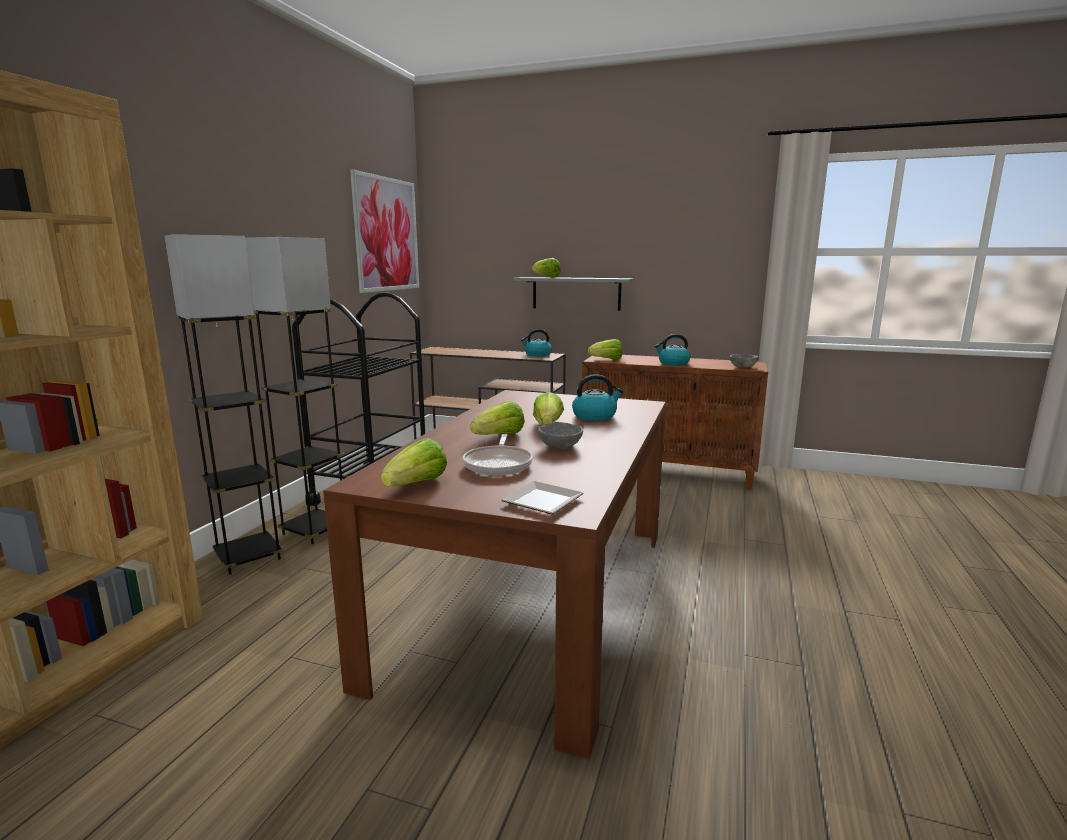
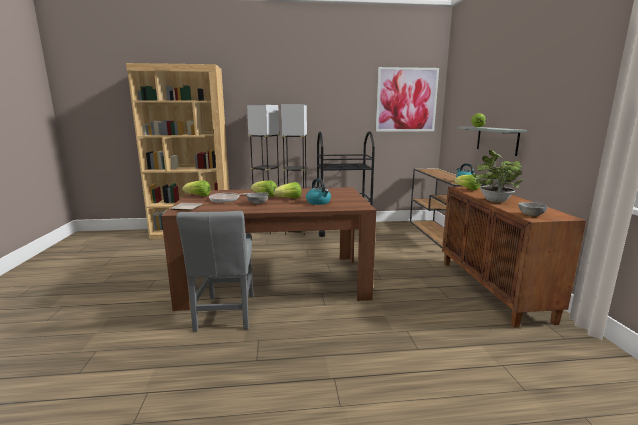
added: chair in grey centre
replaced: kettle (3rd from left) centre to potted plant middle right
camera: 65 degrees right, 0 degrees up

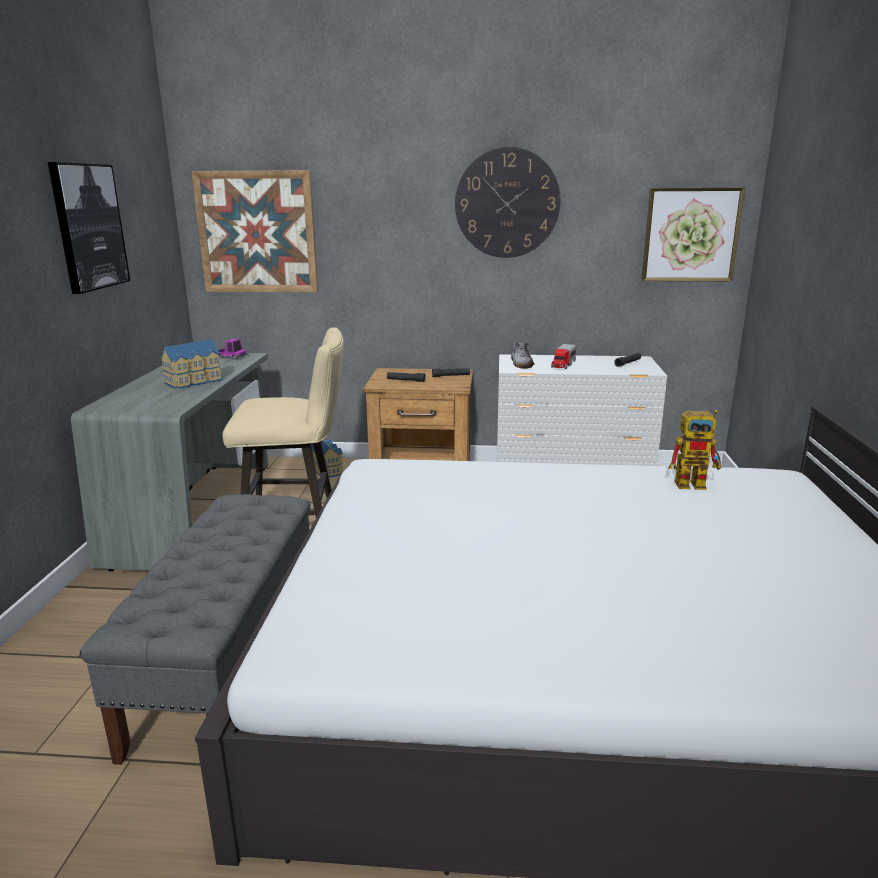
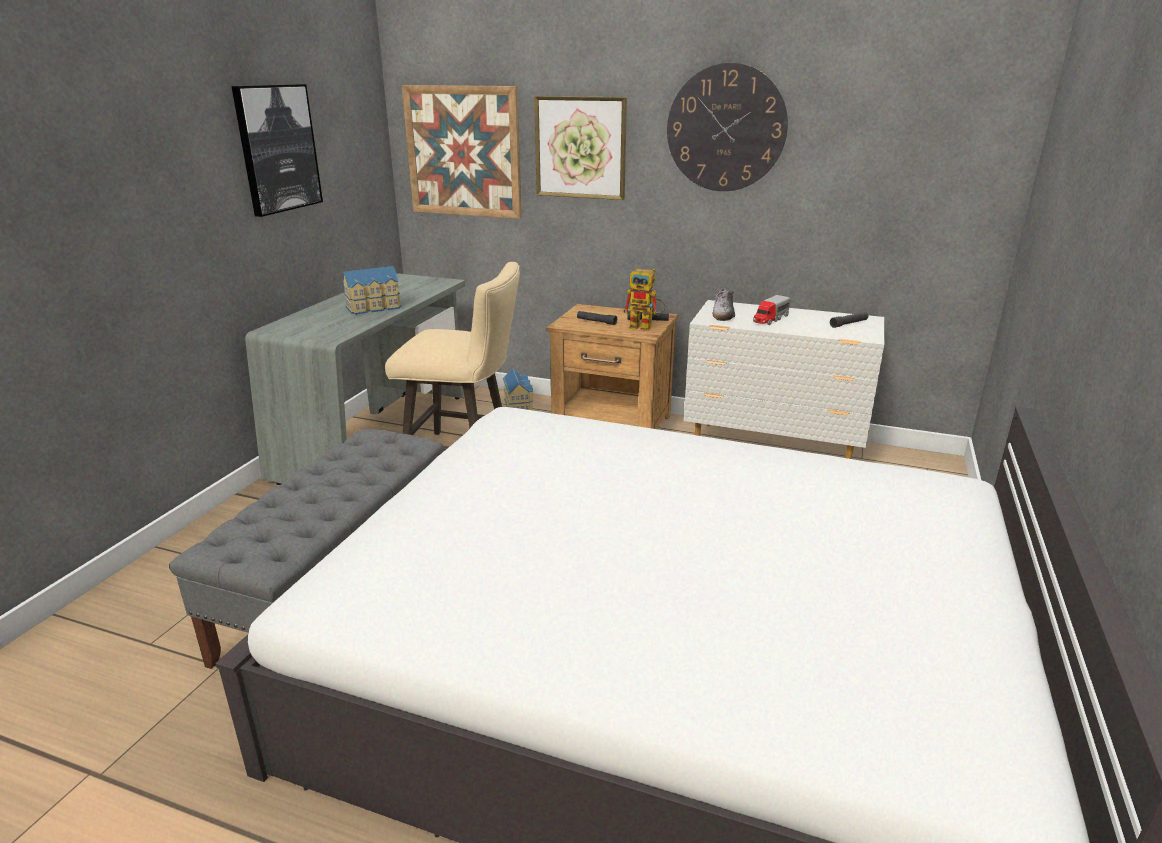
removed: toy truck (1st from left) middle left
moved: picture (3rd from left) top right to top centre; toy robot middle right to centre
camera: 15 degrees right, 5 degrees up

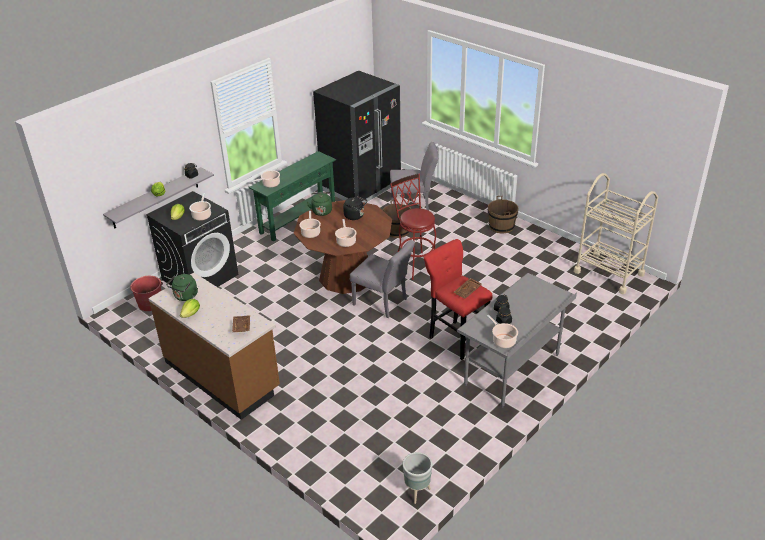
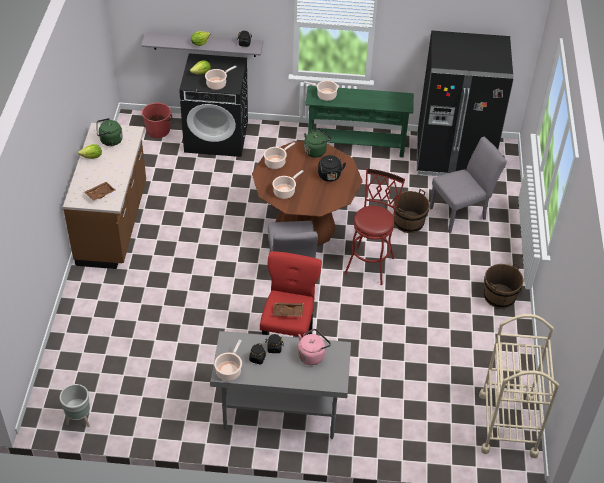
added: kettle in pink bottom centre
turned: chair in grey (2nd from left) top centre = middle right 75 degrees counterclockwise
camera: 50 degrees right, 10 degrees up

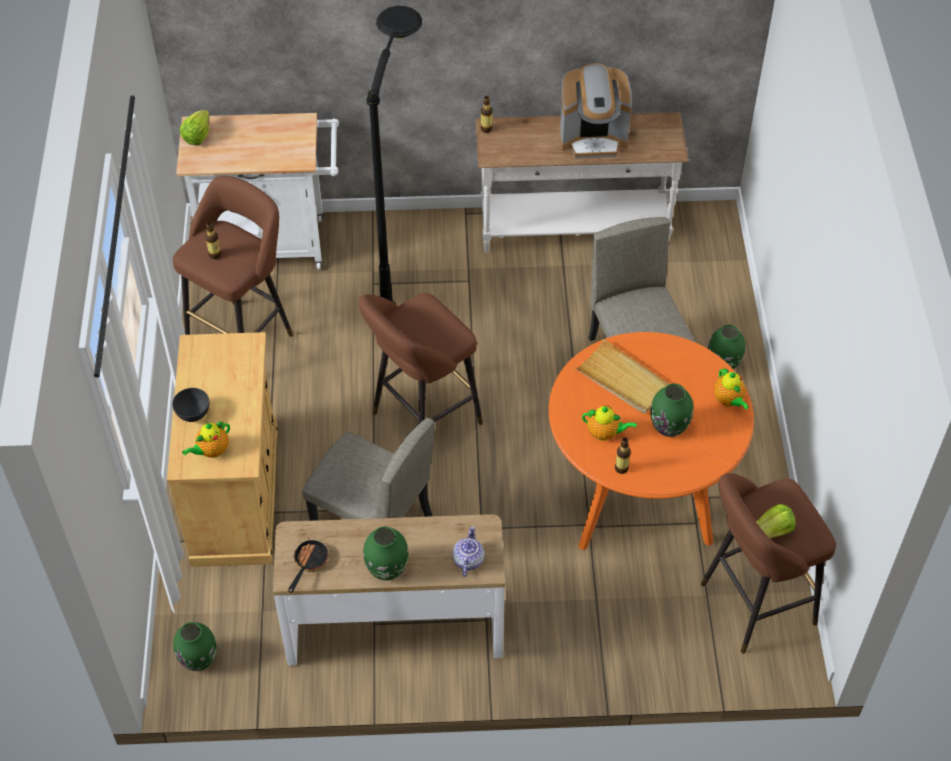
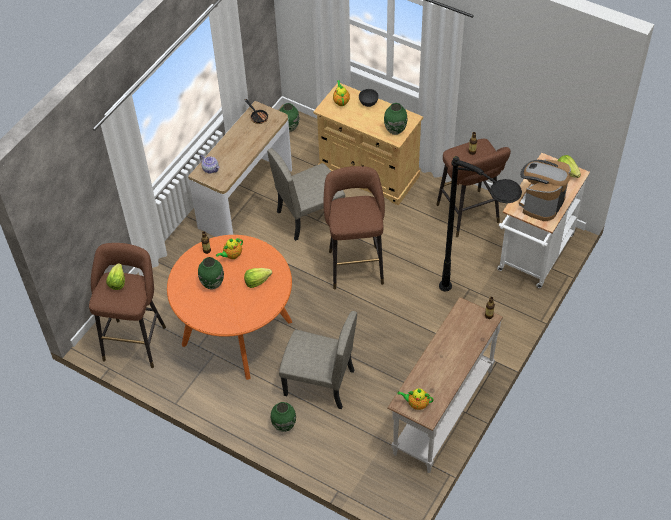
moved: vase in green (2nd from left in the first image) bottom centre to vase in green (4th from left) top centre; teapot (4th from left) middle right to bottom centre; coffee machine top centre to middle right
replaced: tray in beige centre to lettuce (2nd from left) centre
camera: 125 degrees right, 0 degrees up

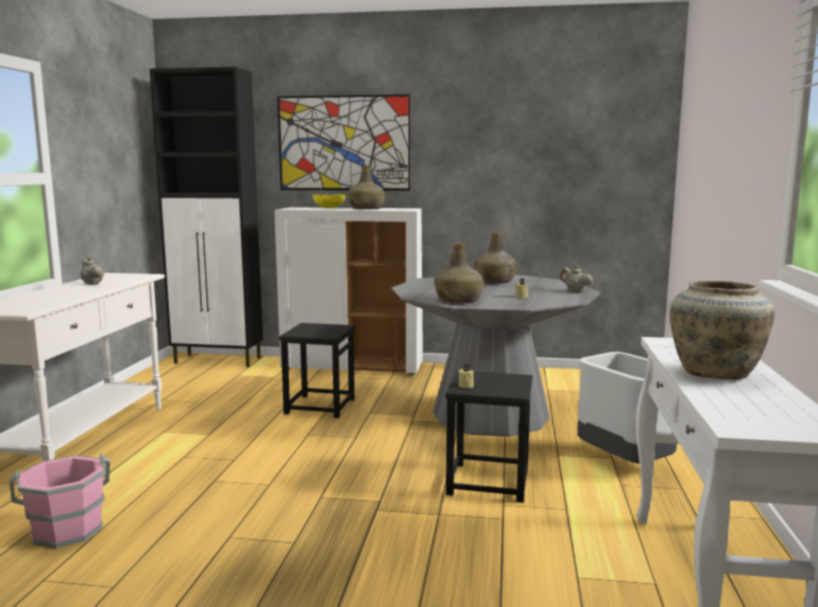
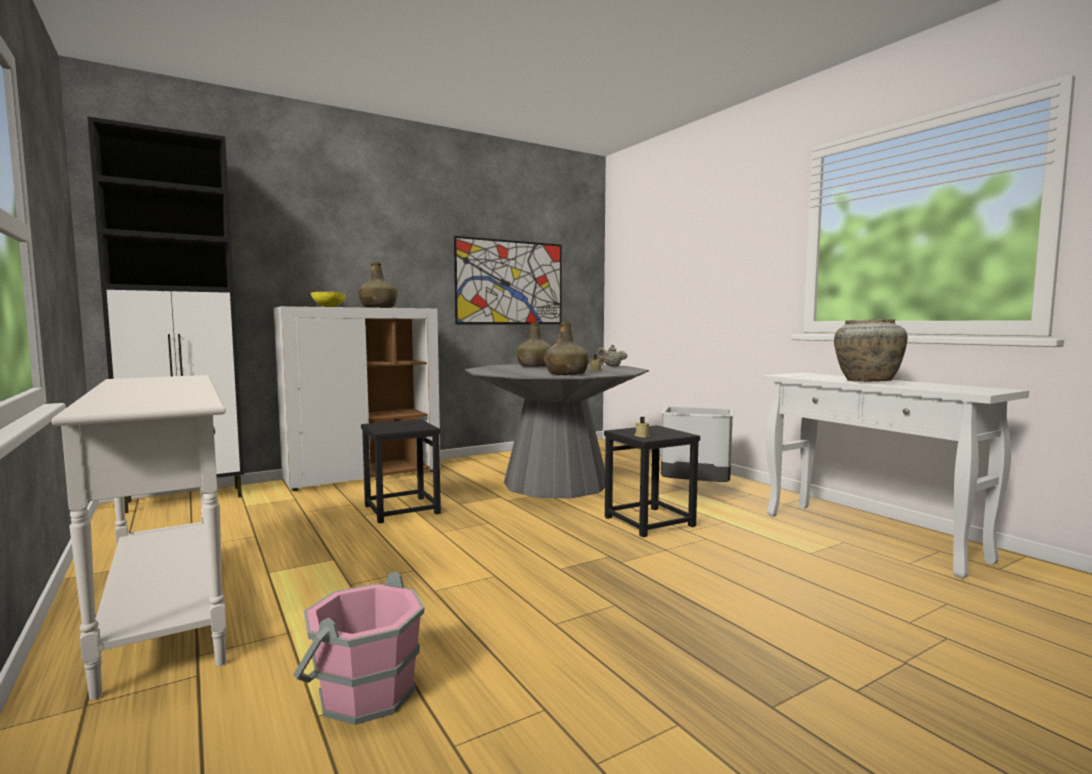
removed: teapot in beige (1st from left) middle left
moved: picture top centre to centre
camera: 40 degrees left, 5 degrees down

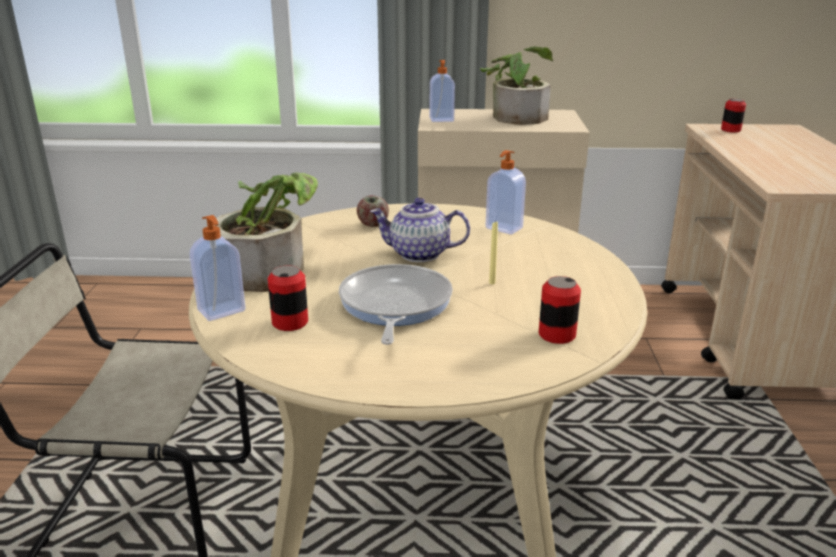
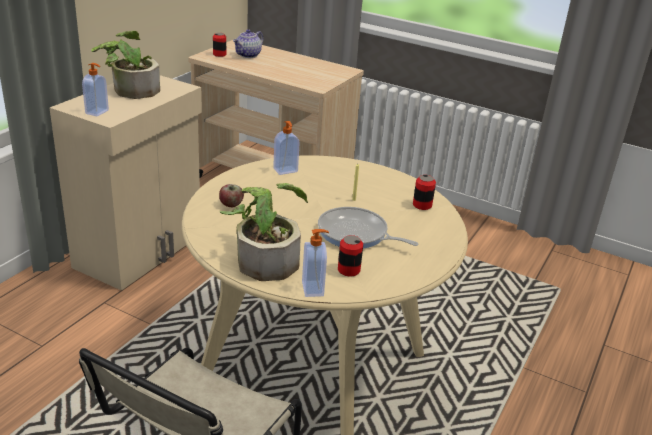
moved: teapot centre to top centre
camera: 65 degrees left, 5 degrees up

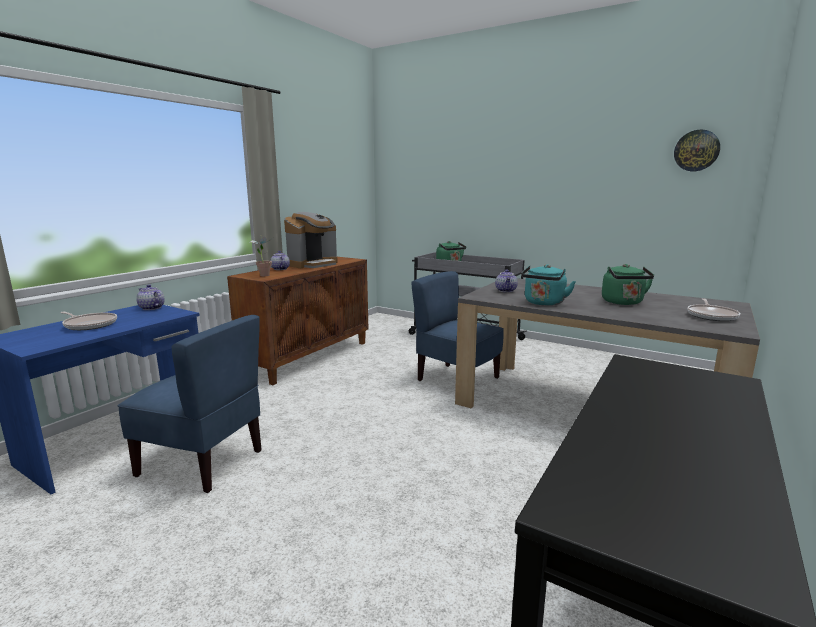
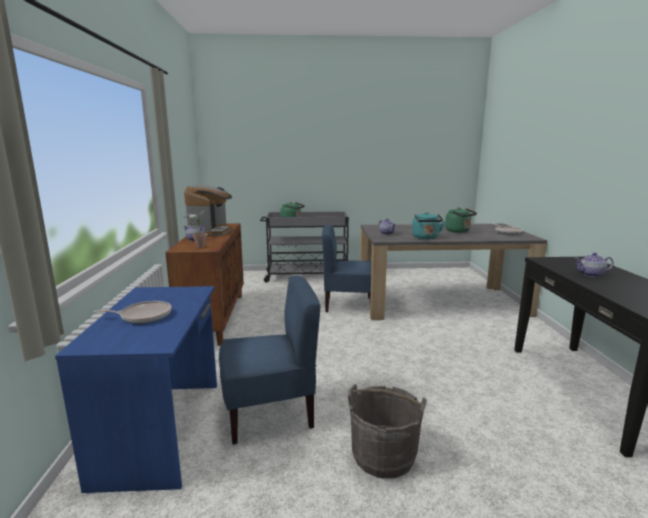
removed: wall clock top right
added: bucket in grey bottom centre
moved: teapot (1st from left in the first image) middle left to teapot (3rd from left) middle right
camera: 35 degrees left, 0 degrees up

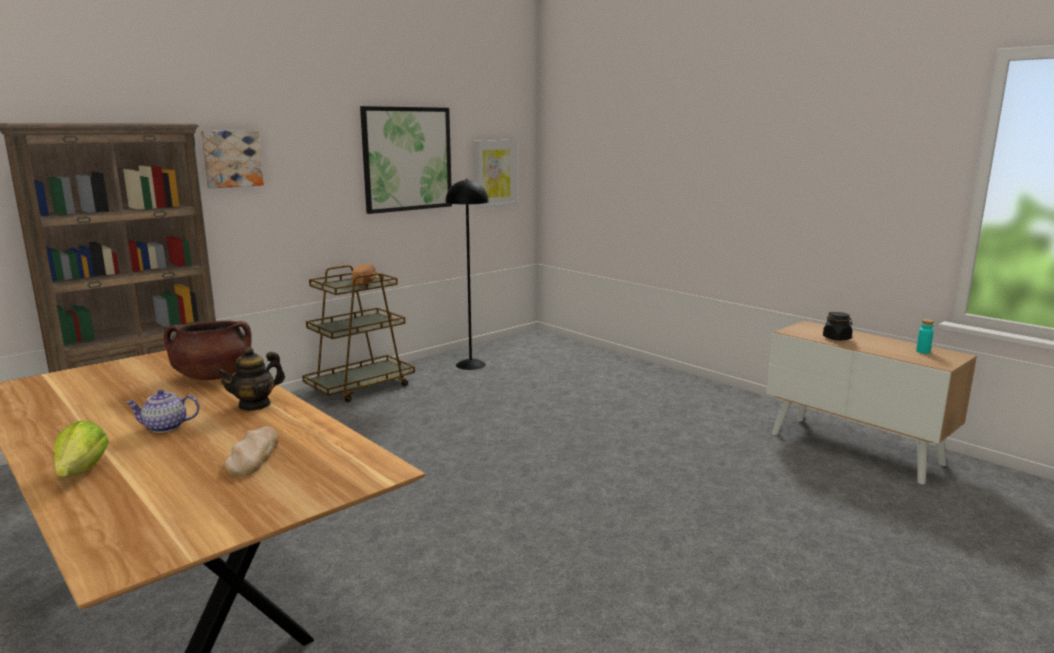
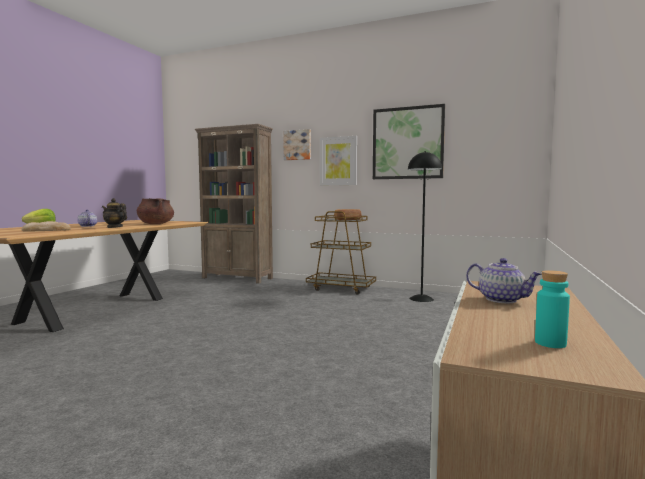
moved: picture (3rd from left in the first image) top centre to picture (2nd from left) centre
replaced: jar in black middle right to teapot (3rd from left) middle right
camera: 65 degrees right, 10 degrees down

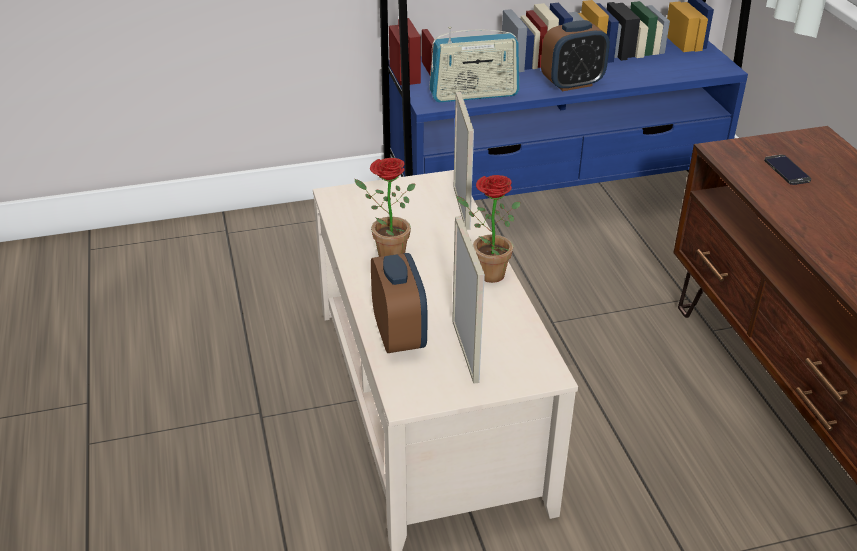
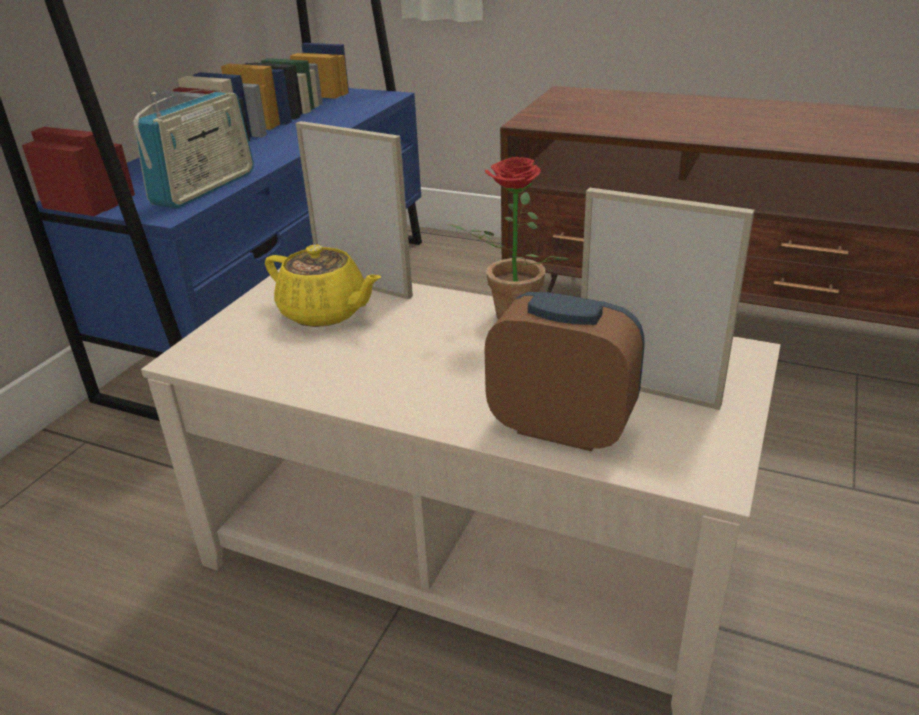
removed: potted plant (1st from left) centre; alarm clock (2nd from left) top right; phone top right
added: teapot in yellow centre
camera: 50 degrees left, 5 degrees down

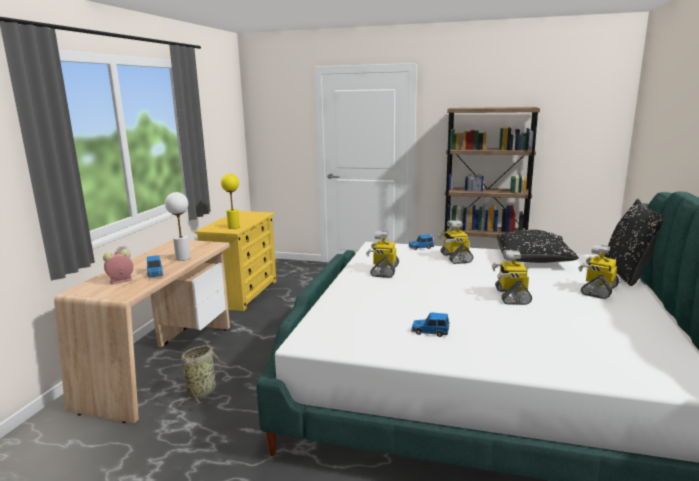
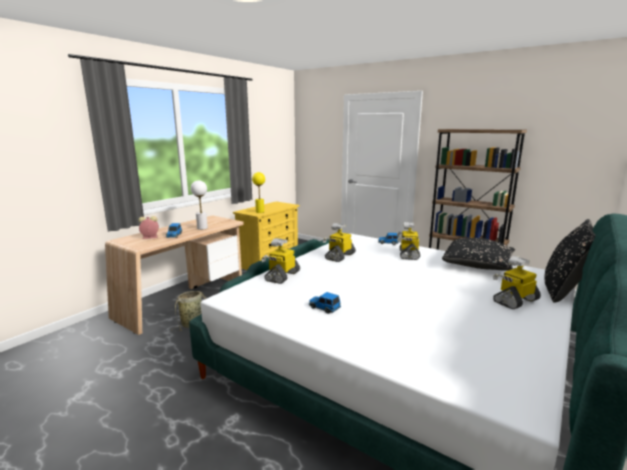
moved: toy robot (3rd from left in the first image) middle right to toy robot (1st from left) centre
camera: 20 degrees right, 0 degrees up

